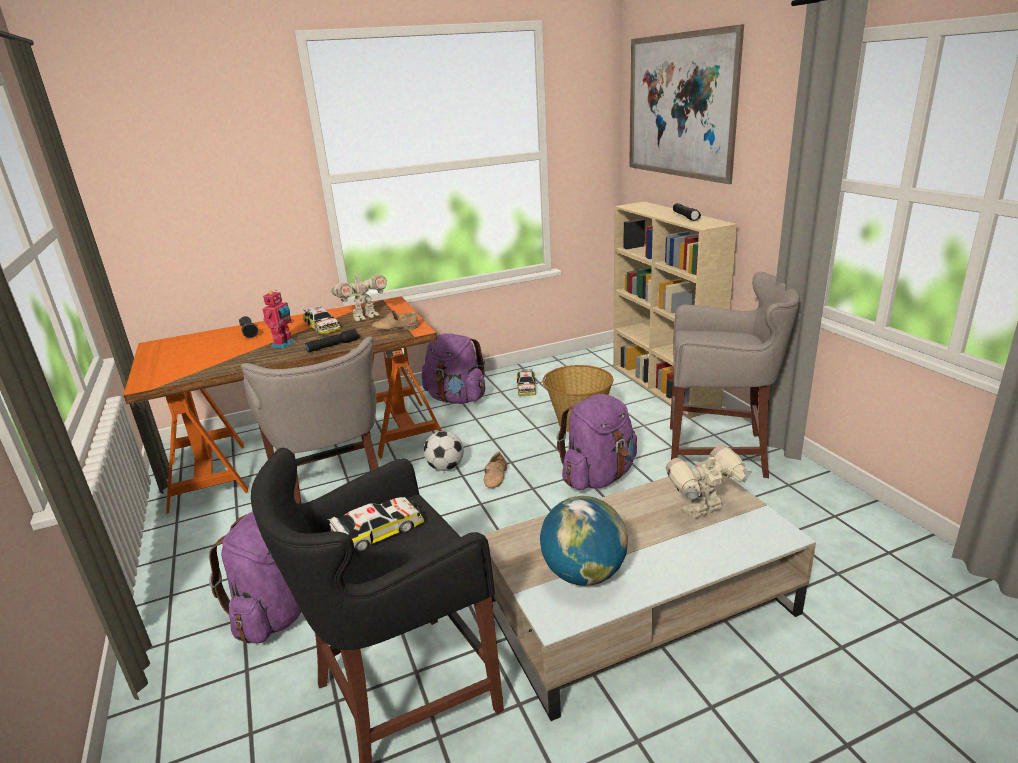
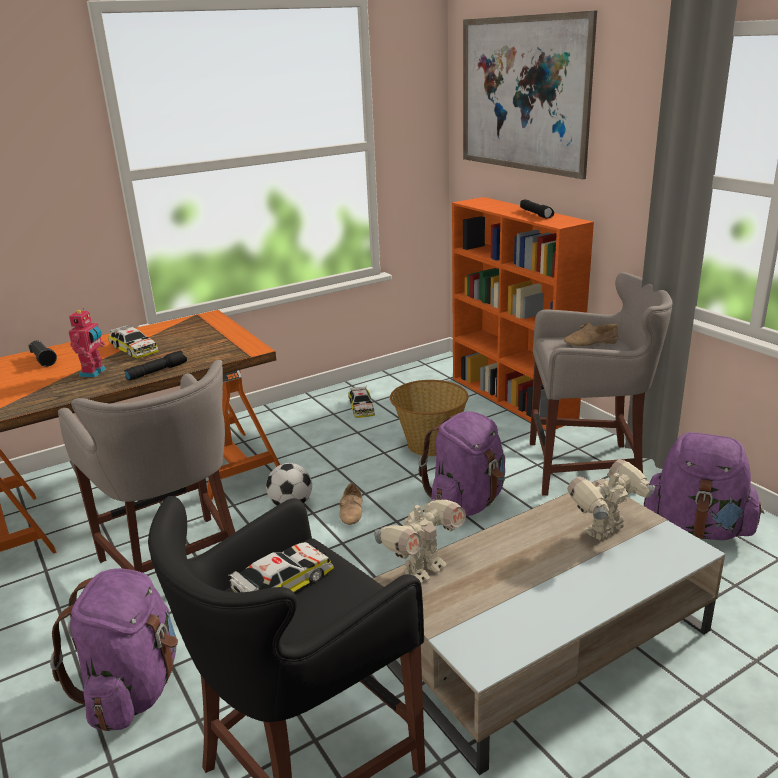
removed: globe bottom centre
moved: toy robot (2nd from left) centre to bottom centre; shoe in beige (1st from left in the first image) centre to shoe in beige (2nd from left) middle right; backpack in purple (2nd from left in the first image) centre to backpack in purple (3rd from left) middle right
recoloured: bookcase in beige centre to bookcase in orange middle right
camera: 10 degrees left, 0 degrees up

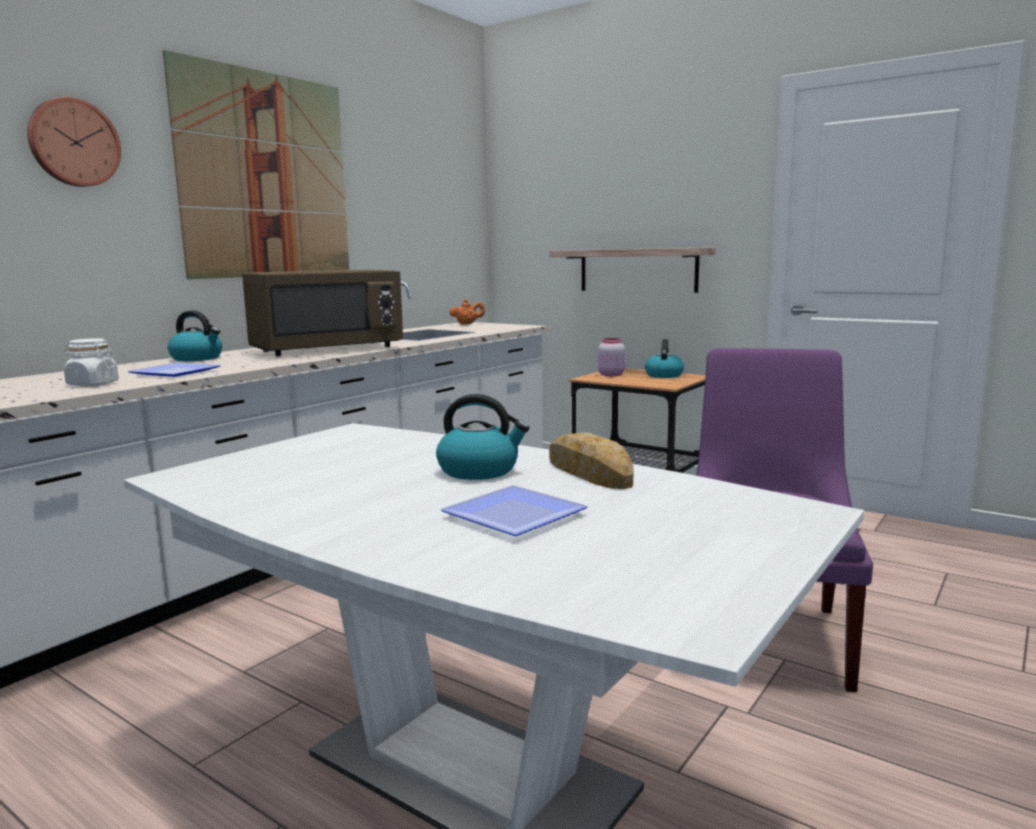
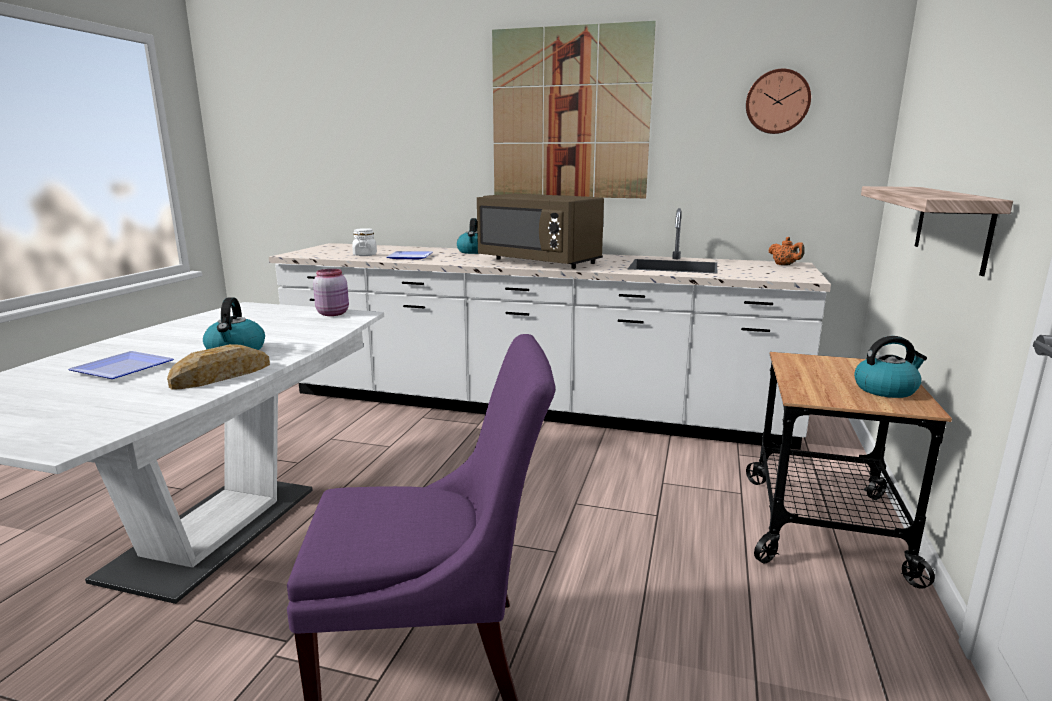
moved: jar in pink centre to middle left; wall clock top left to top right
camera: 70 degrees right, 5 degrees up

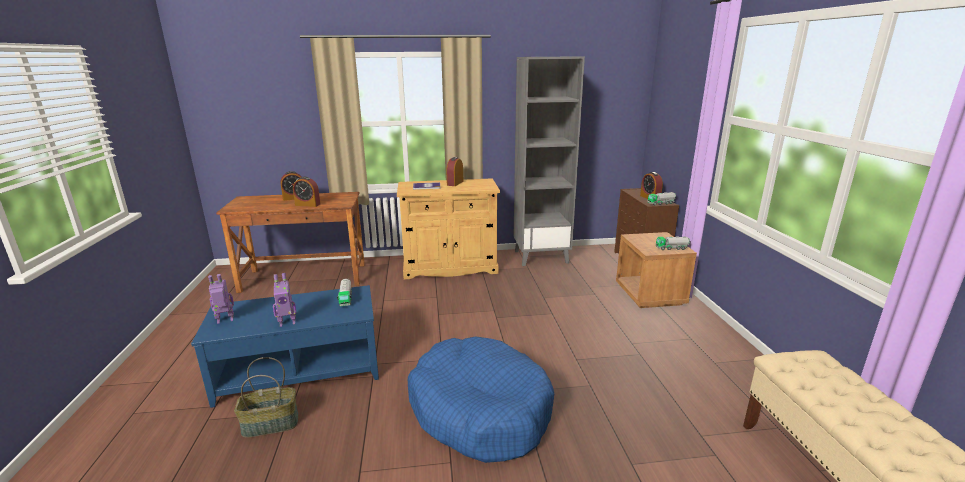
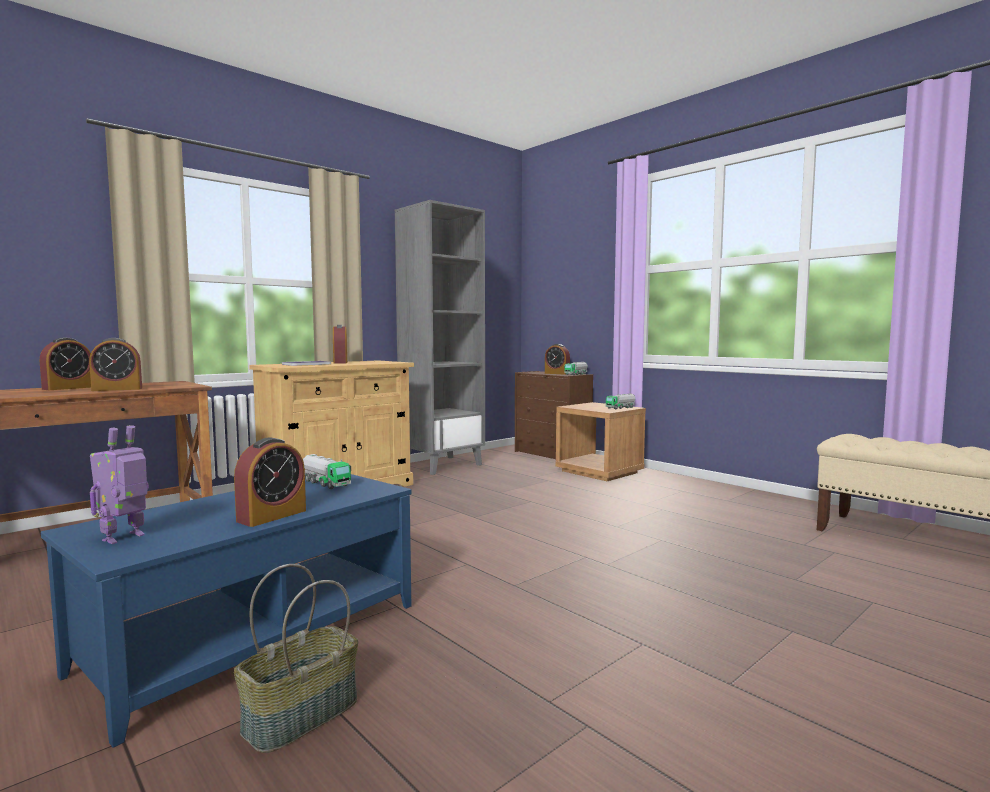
removed: dog bed in blue bottom centre
replaced: toy robot (2nd from left) middle left to alarm clock (3rd from left) middle left
camera: 35 degrees left, 15 degrees down

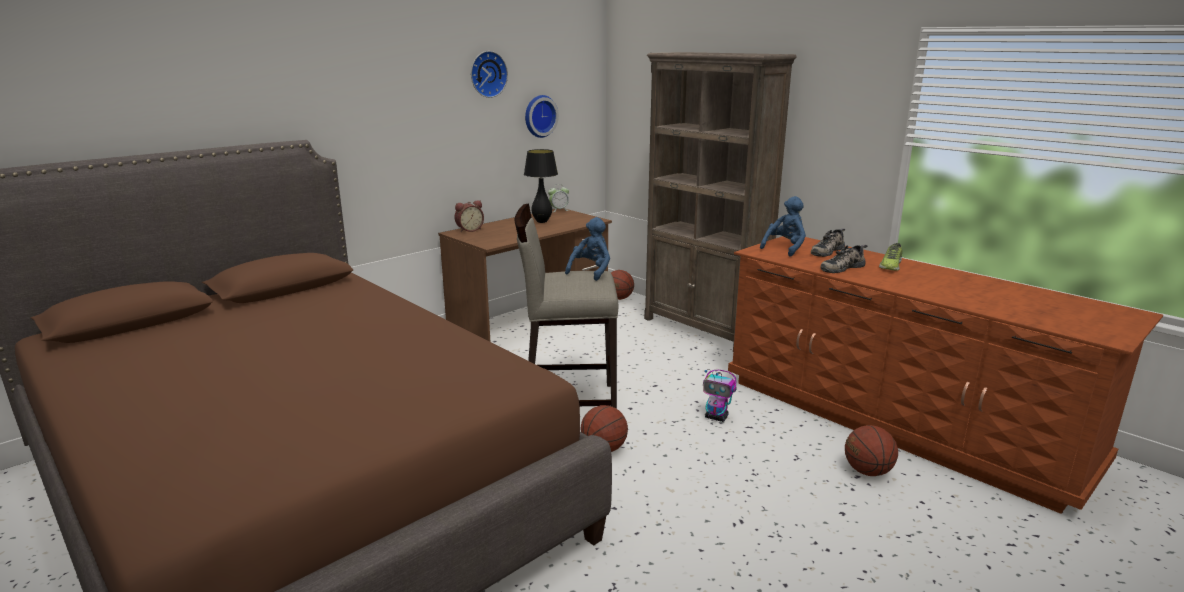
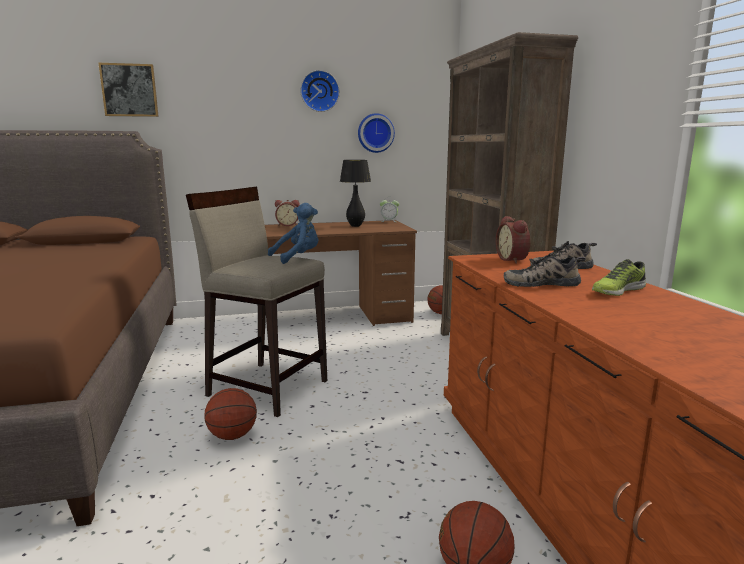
removed: toy robot bottom centre
added: picture top left
replaced: plush toy in blue (2nd from left) centre to alarm clock (3rd from left) middle right
camera: 30 degrees right, 5 degrees down

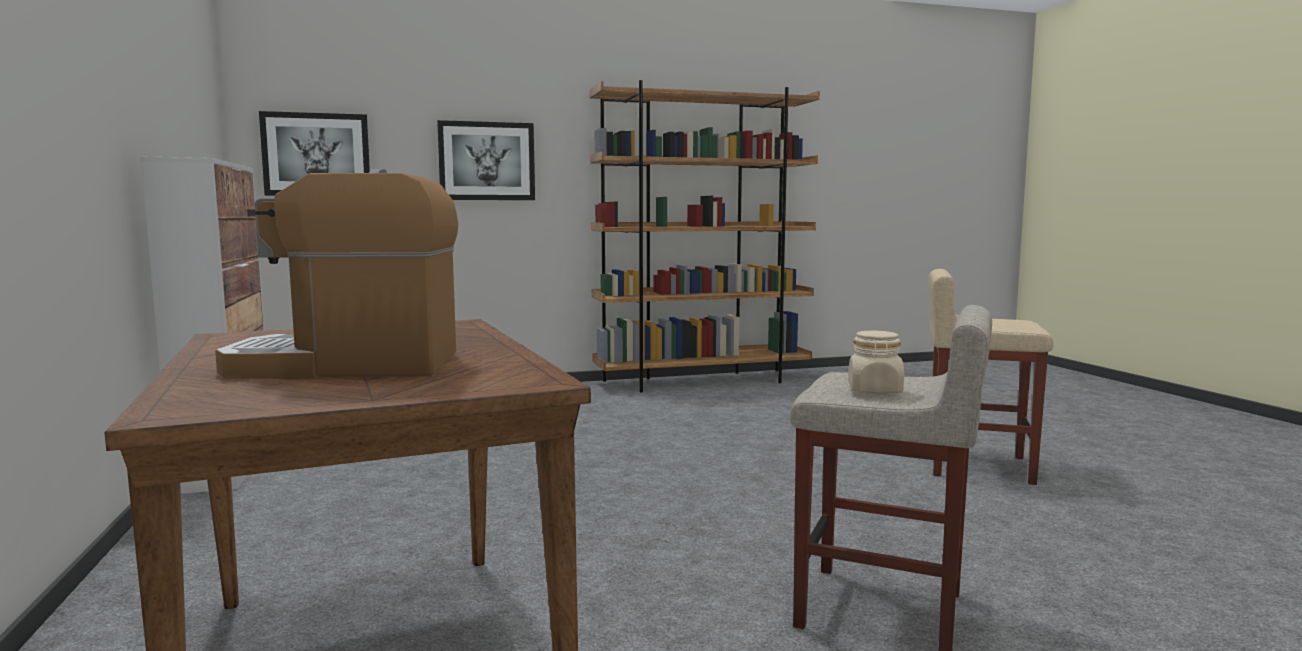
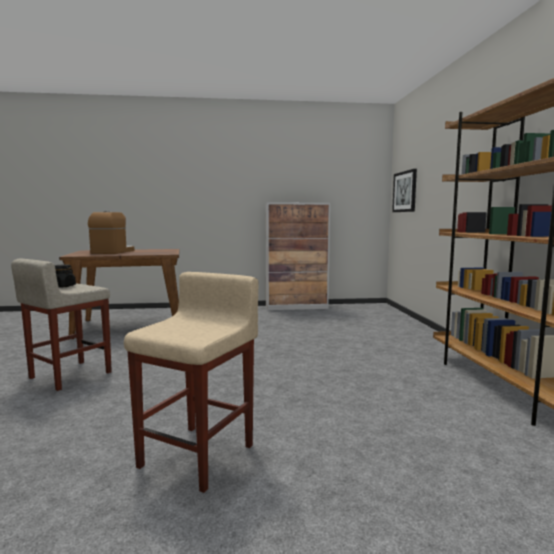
removed: picture (2nd from left) top centre
recoloured: jar in beige middle right to jar in black middle left
camera: 100 degrees right, 0 degrees up

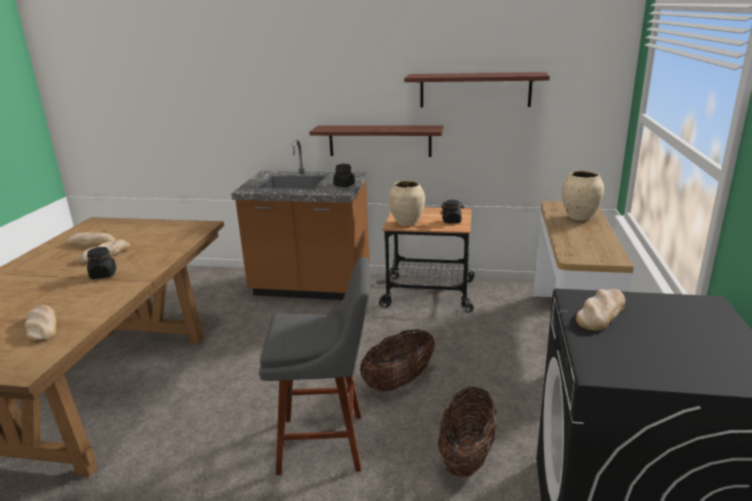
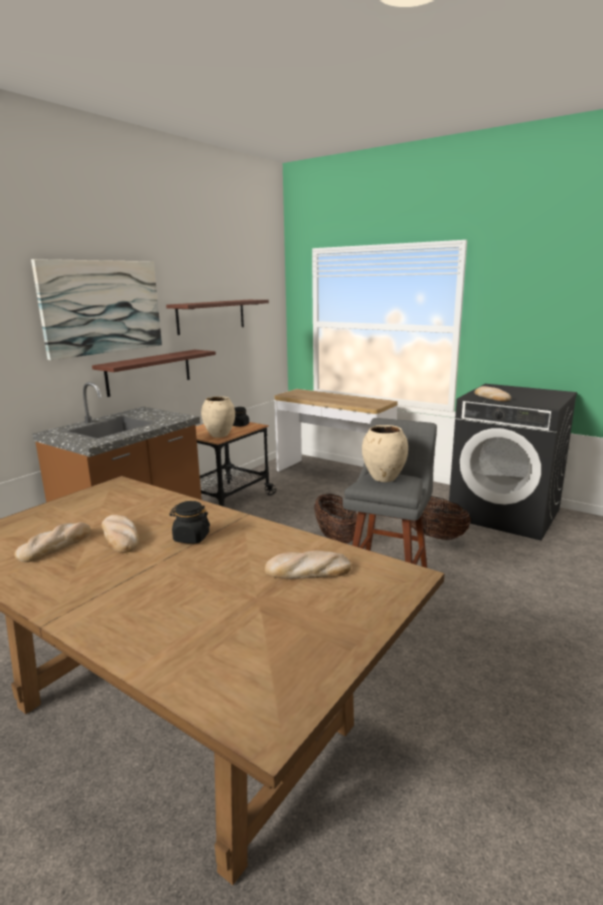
removed: jar in black (2nd from left) centre
added: picture middle left
moved: vase in beige (2nd from left) middle right to centre
camera: 65 degrees left, 5 degrees down

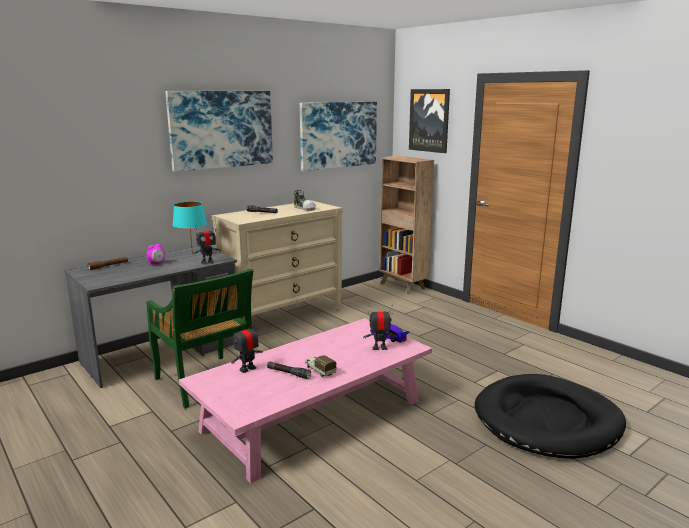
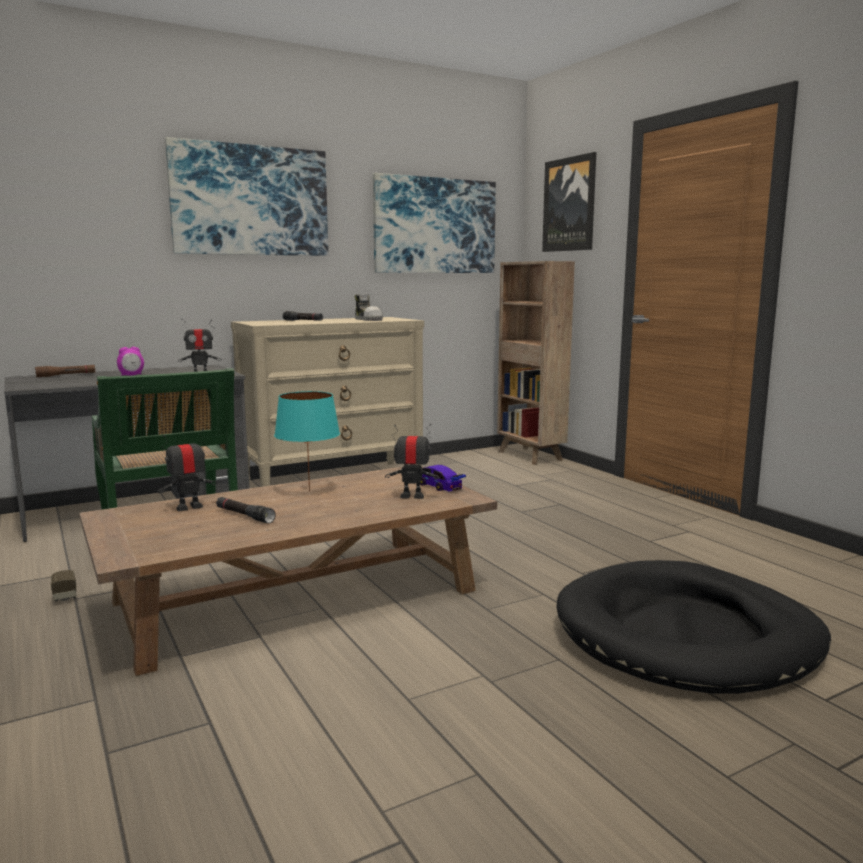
moved: toy truck bottom centre to bottom left; table lamp in turquoise middle left to centre
recoloured: coffee table in pink bottom centre to coffee table in brown centre
camera: 10 degrees right, 5 degrees down

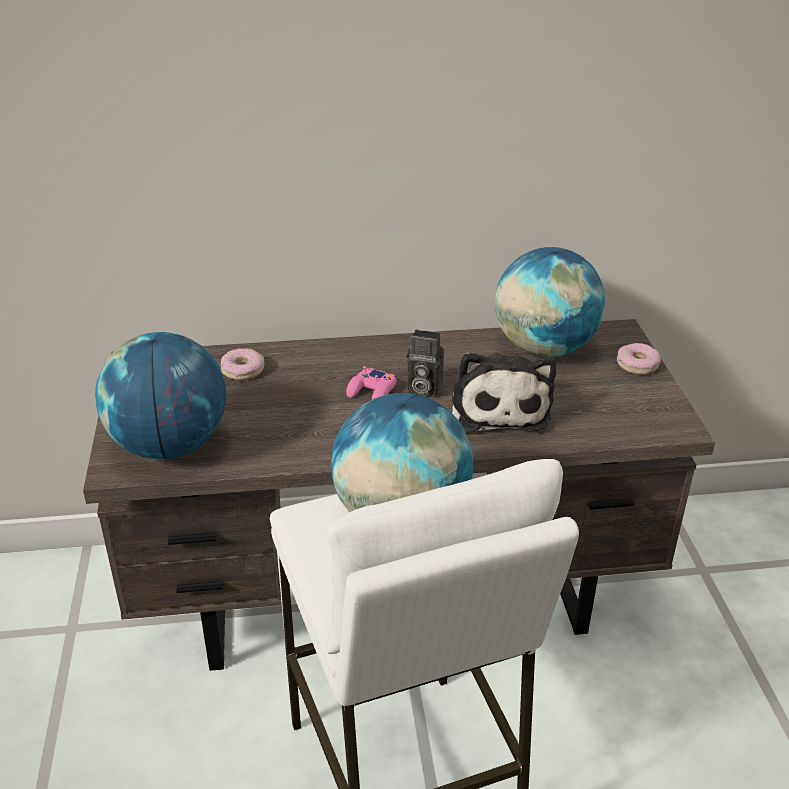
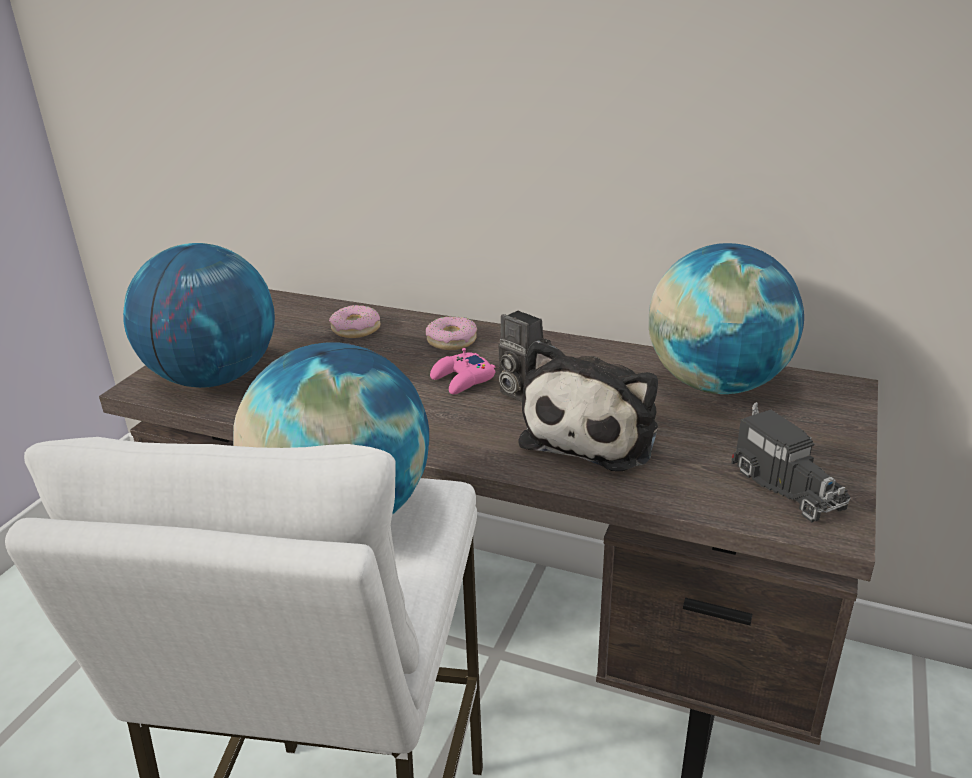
added: toy truck middle right
moved: donut (2nd from left) middle right to centre
camera: 30 degrees right, 5 degrees down

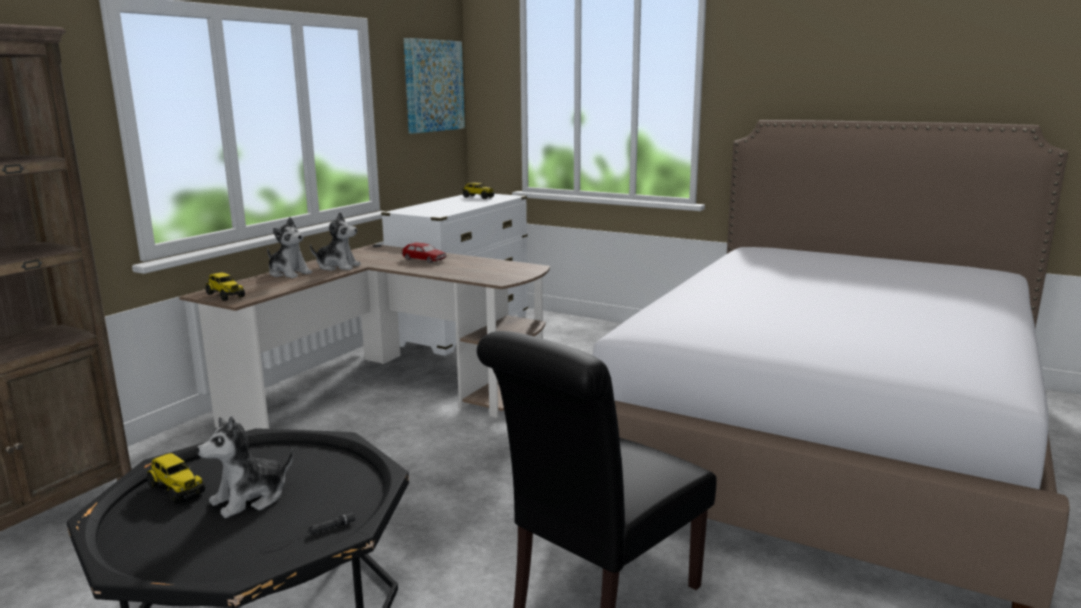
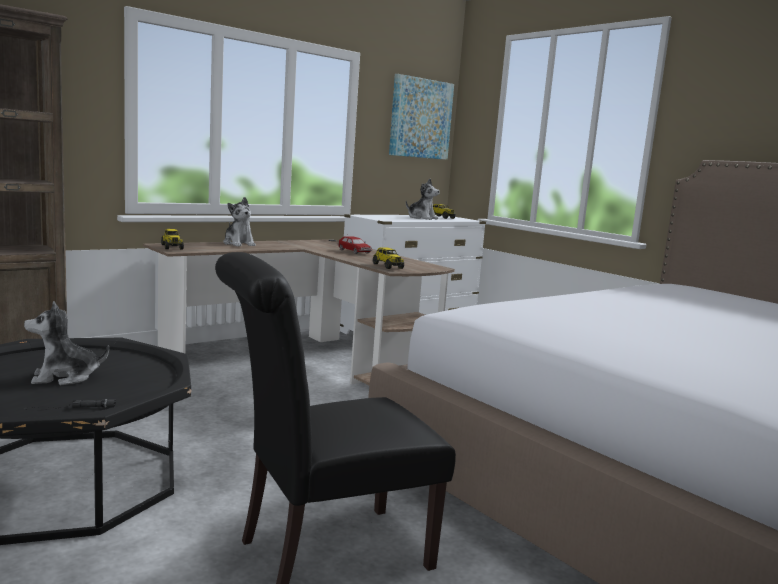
moved: toy truck (1st from left in the first image) bottom left to toy truck (2nd from left) centre; plush toy (3rd from left) middle left to centre
camera: 20 degrees right, 5 degrees down

